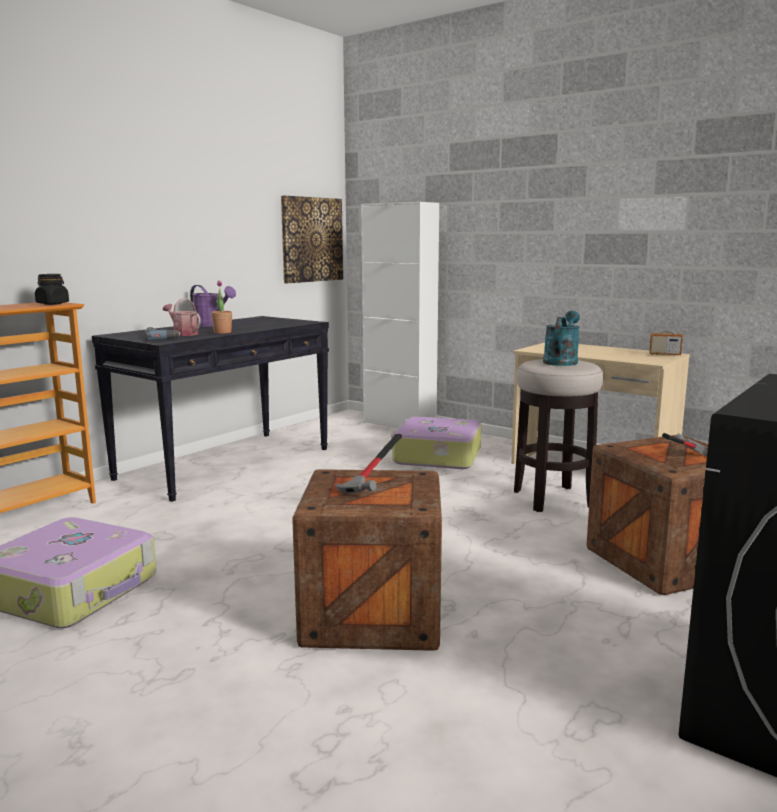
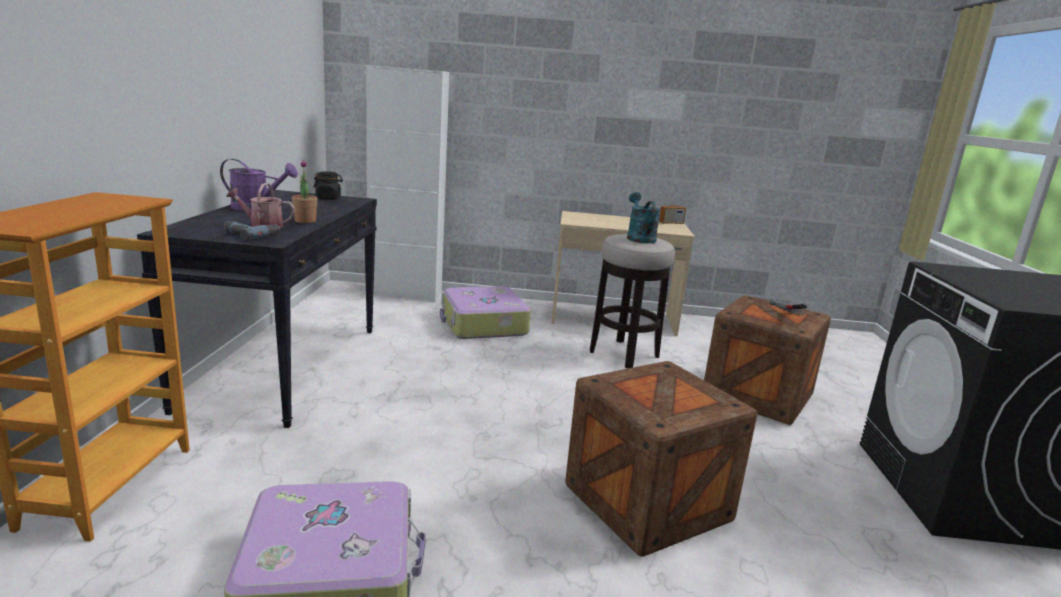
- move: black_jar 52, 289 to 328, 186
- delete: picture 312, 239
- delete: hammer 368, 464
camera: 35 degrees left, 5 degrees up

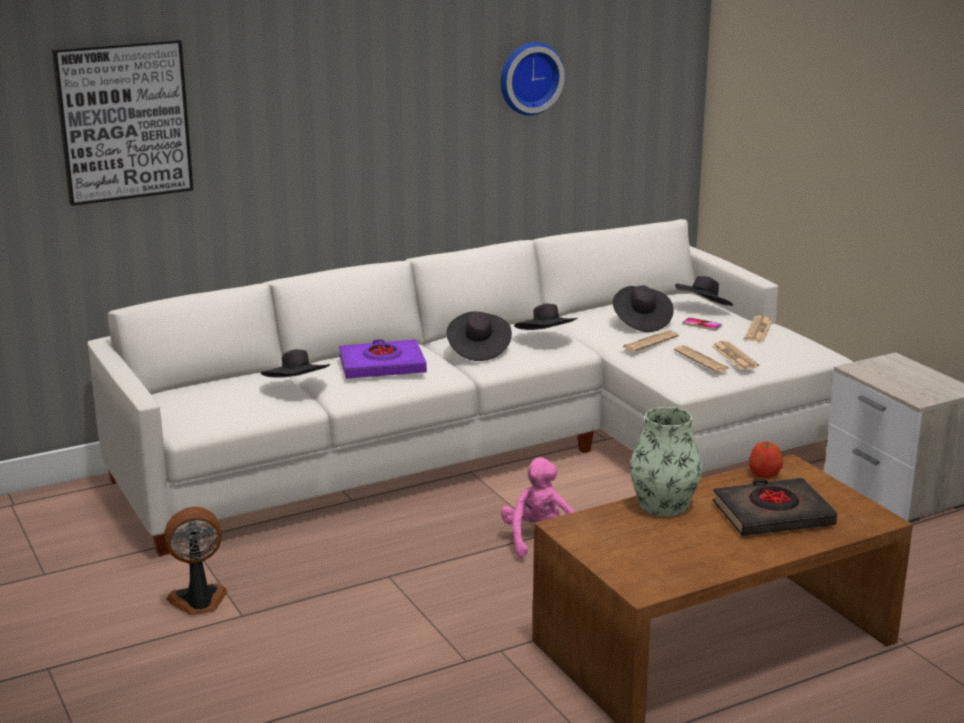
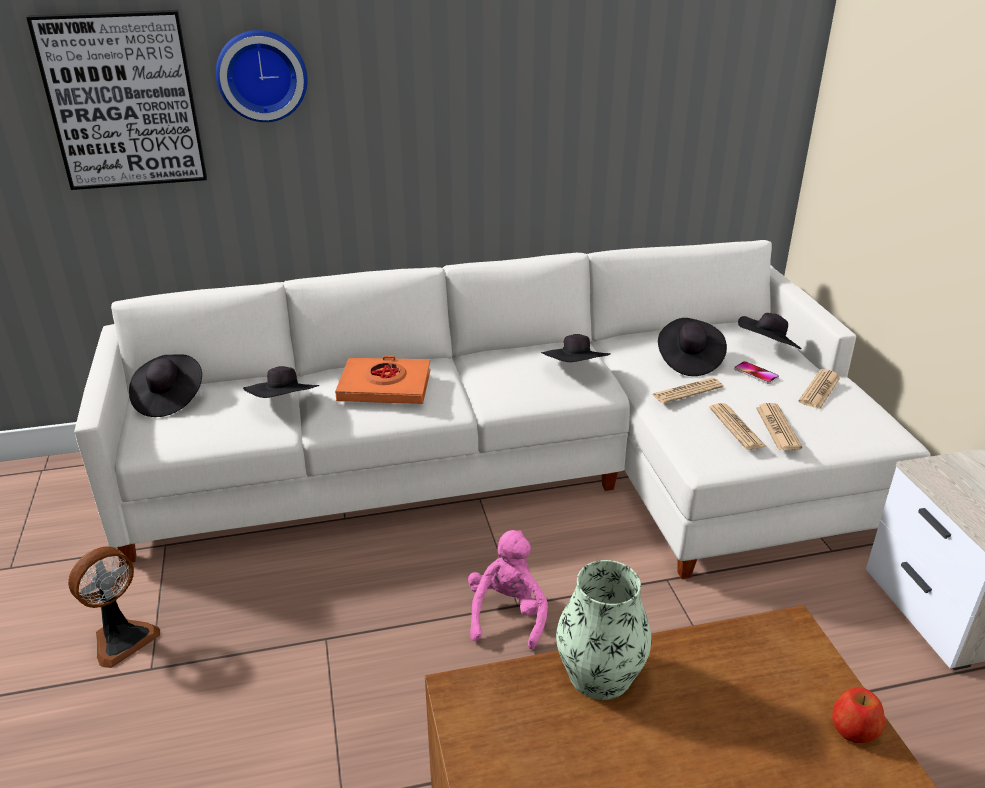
- rotate: fan 196, 561 = 114, 607 135 degrees clockwise
- recolor: purple_book 383, 358 to orange_book 383, 379
- move: black_hat 479, 336 to 165, 385
- move: wall_clock 533, 79 to 262, 76
- delete: black_book 775, 507
- move: apple 766, 460 to 858, 715
camera: 15 degrees right, 10 degrees up

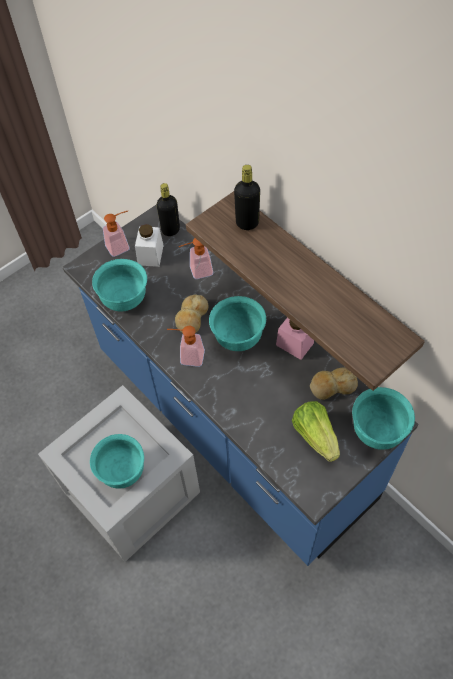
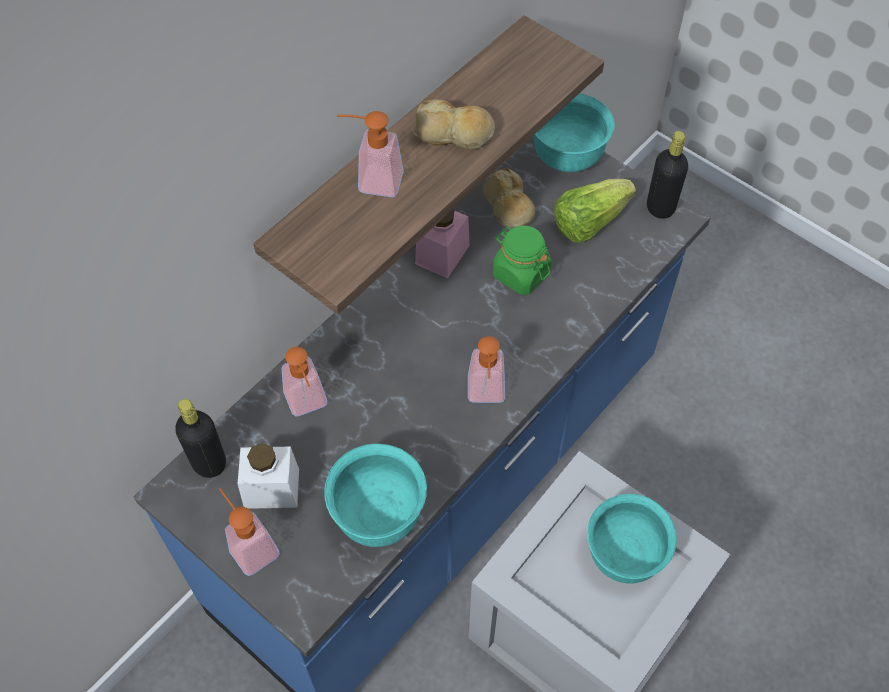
- move: bread 191, 314 to 454, 124
- delete: turquoise_bowl 237, 323
- move: black_bottle 247, 197 to 667, 175
- insert: soap_dispenser 370, 154
- insert: green_jar 522, 260
camera: 100 degrees left, 0 degrees up

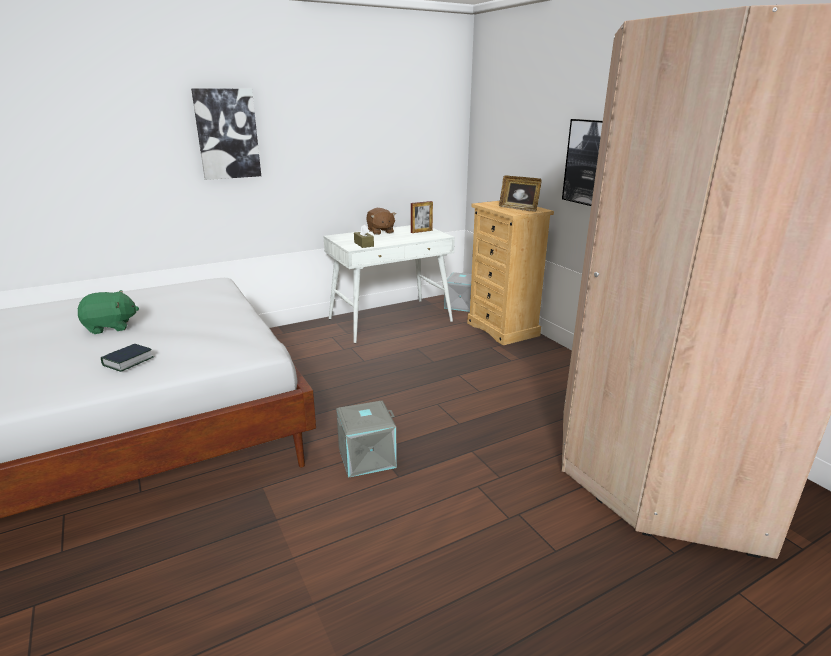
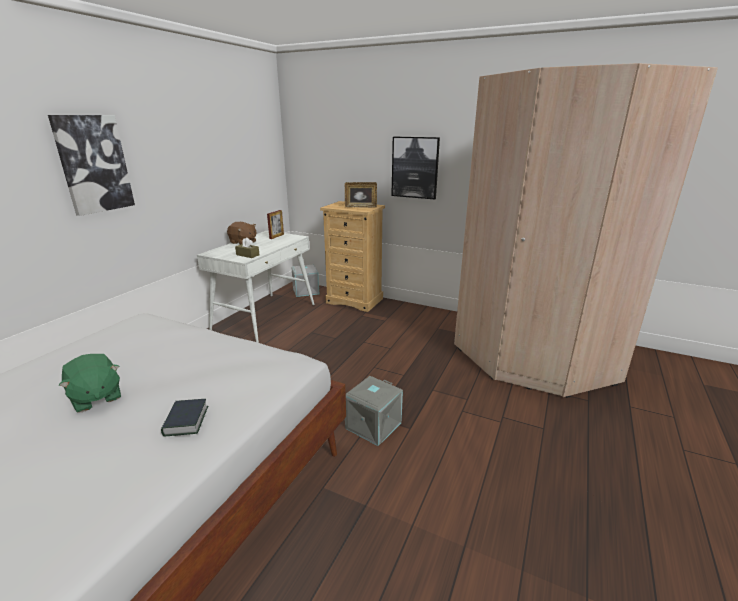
- rotate: green_plush_toy 108, 312 = 90, 383 105 degrees clockwise
camera: 35 degrees left, 0 degrees up

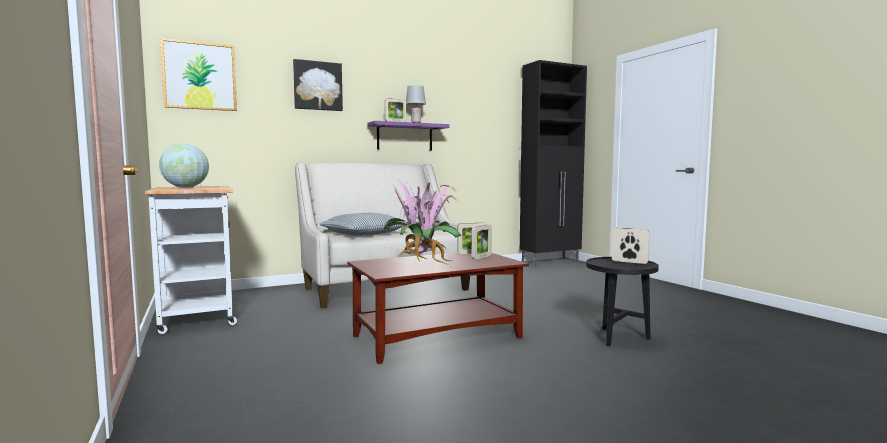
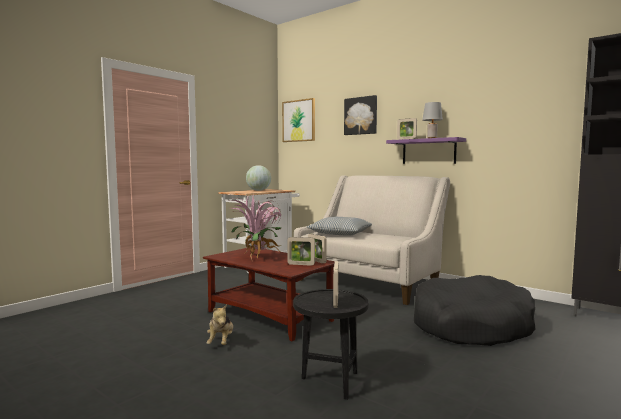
- insert: plush_toy 220, 324
- insert: black_dog_bed 475, 310
camera: 65 degrees right, 0 degrees up

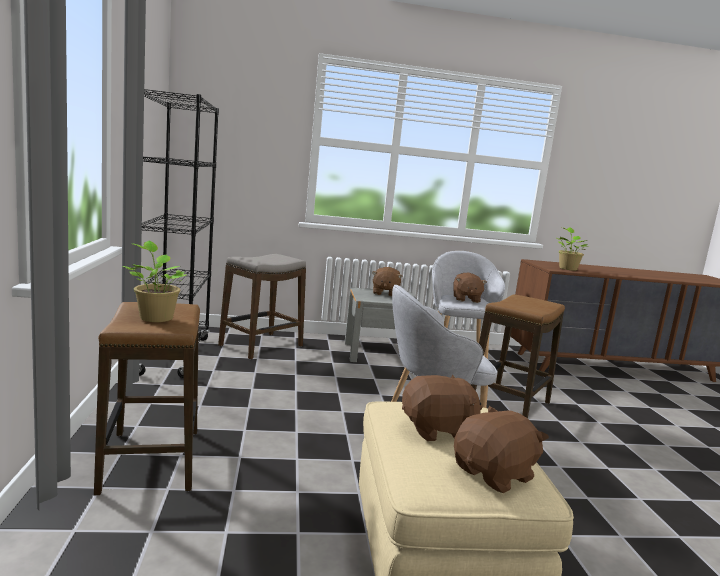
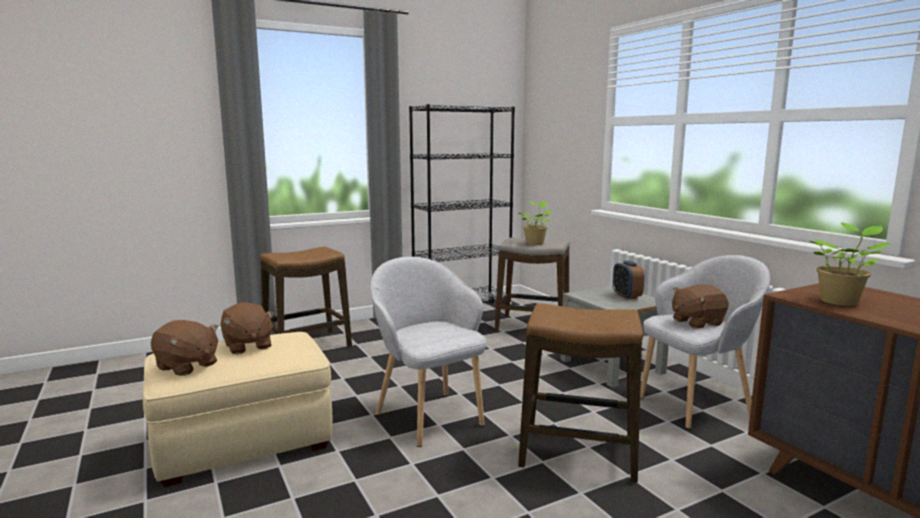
- move: potted_plant 154, 281 to 535, 223
- replace: brown_plush_toy 387, 282 to alarm_clock 628, 280
camera: 70 degrees right, 0 degrees up

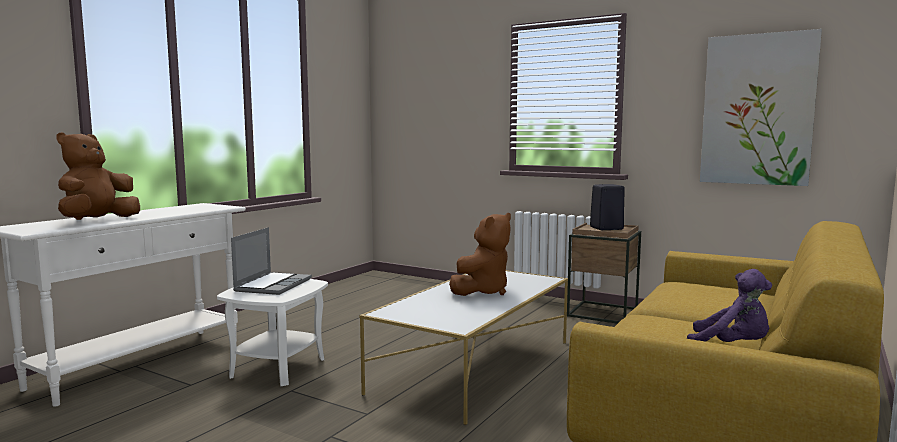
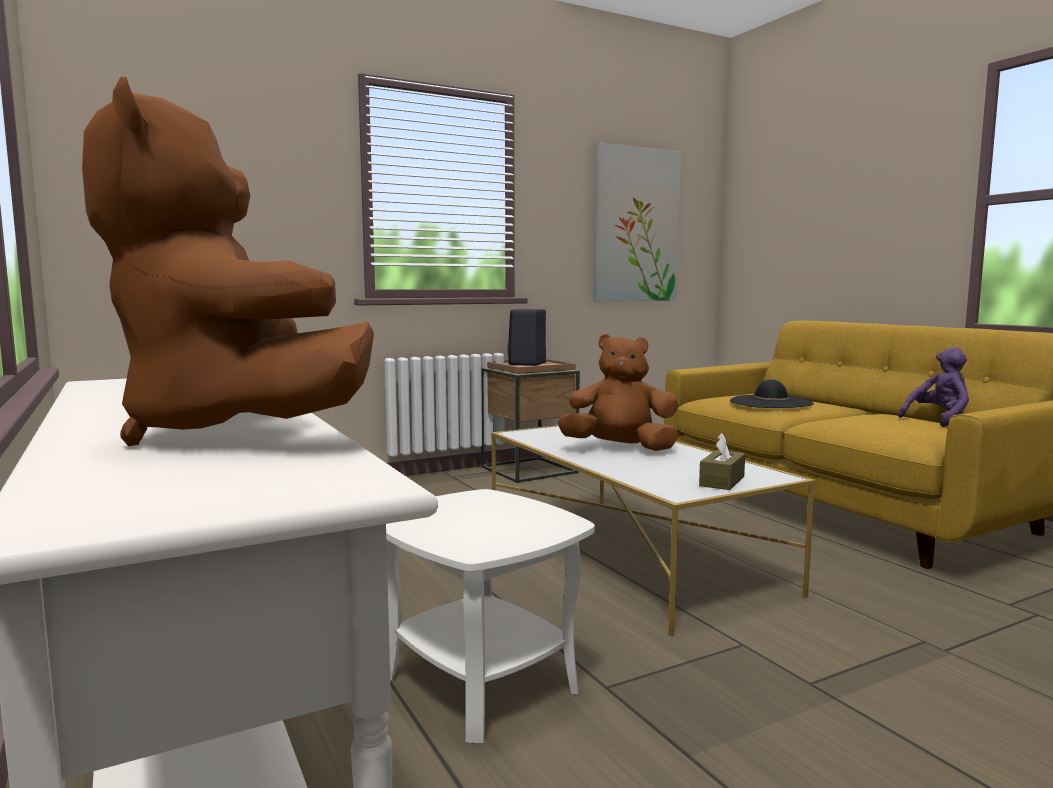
- delete: laptop 271, 261
- rotate: brown_plush_toy 480, 254 = 617, 392 60 degrees counterclockwise
- insert: brown_tissue_box 722, 461
- insert: black_hat 772, 393
camera: 60 degrees left, 0 degrees up

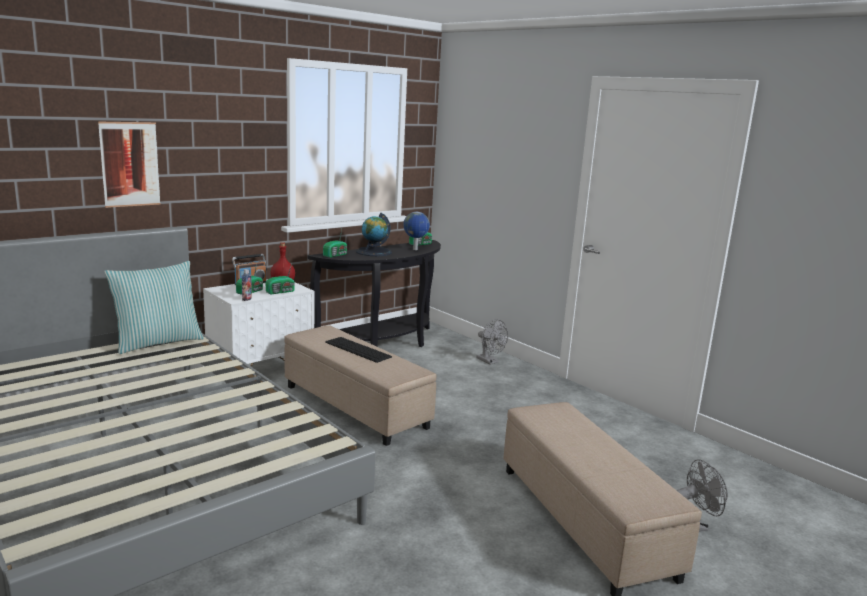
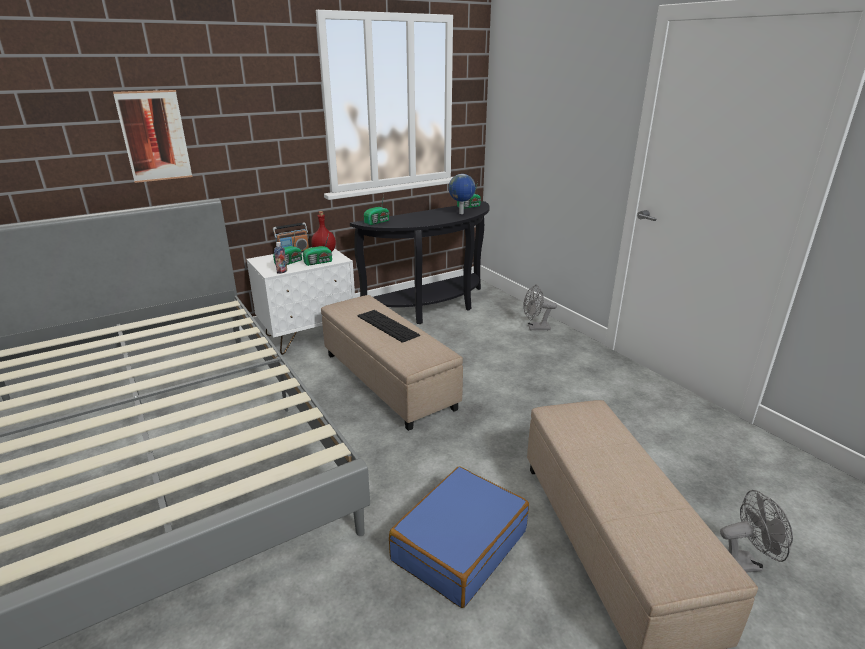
- delete: pillow 154, 307
- delete: globe 374, 234
- rotate: grey_fan 492, 342 = 540, 307 120 degrees clockwise
- insert: blue_suitcase 459, 537
camera: 10 degrees right, 10 degrees up

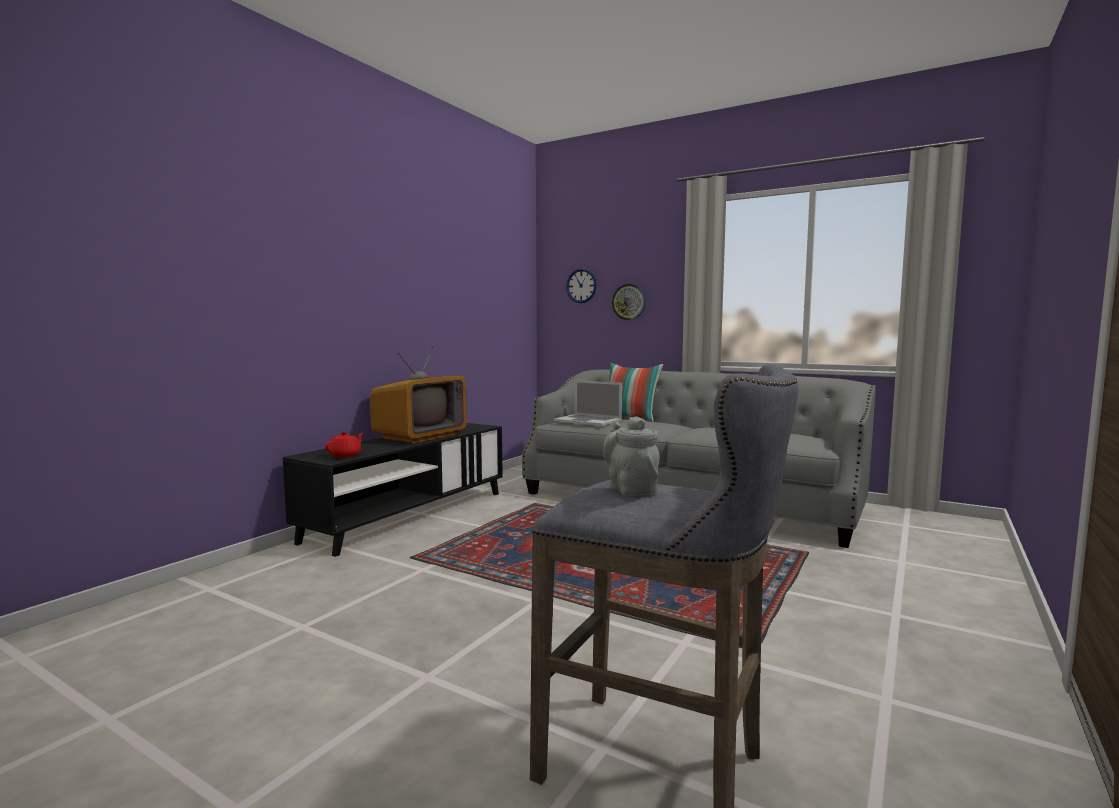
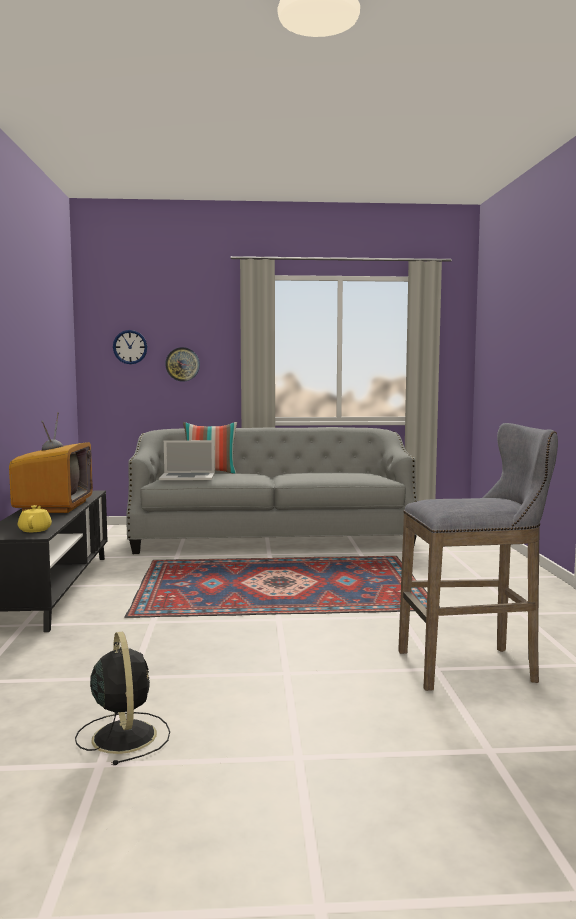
- recolor: red_teapot 344, 445 to yellow_teapot 35, 518
- delete: grey_teapot 631, 456
- insert: black_fan 122, 698
camera: 35 degrees left, 0 degrees up

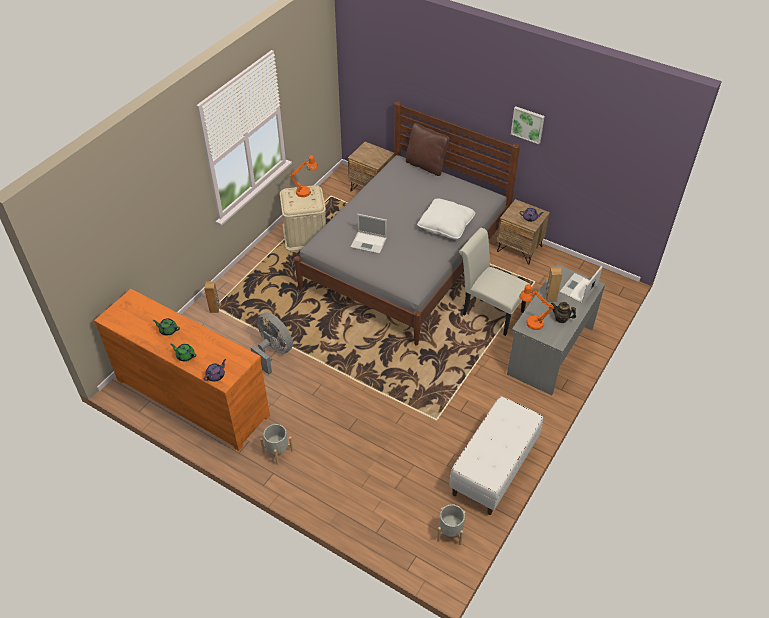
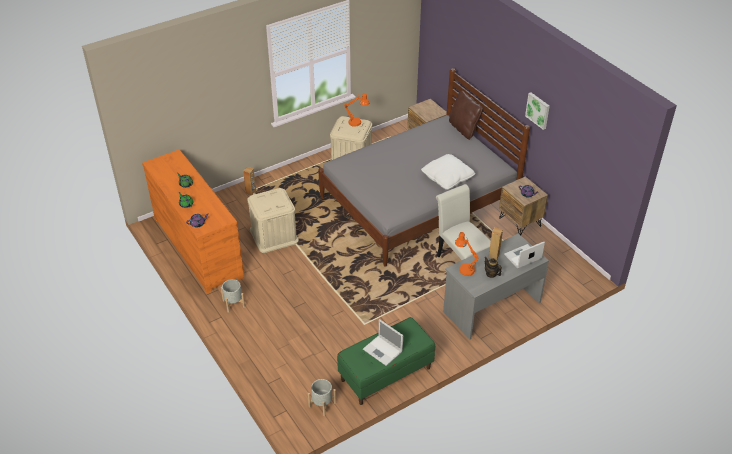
- replace: grey_fan 271, 343 to beige_storage_box 273, 220
- move: laptop 368, 234 to 383, 342
- recolor: white_bench 496, 455 to green_bench 386, 361
camera: 25 degrees right, 5 degrees down

